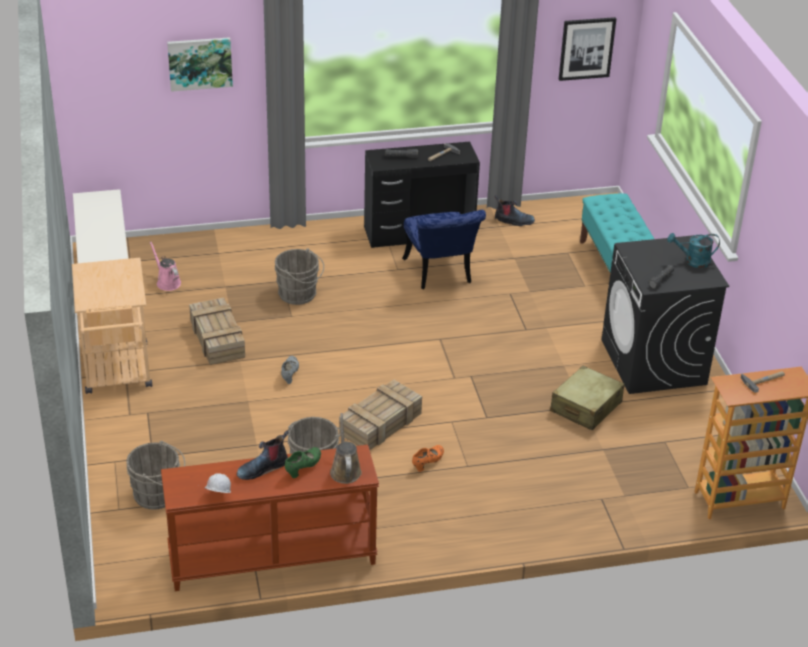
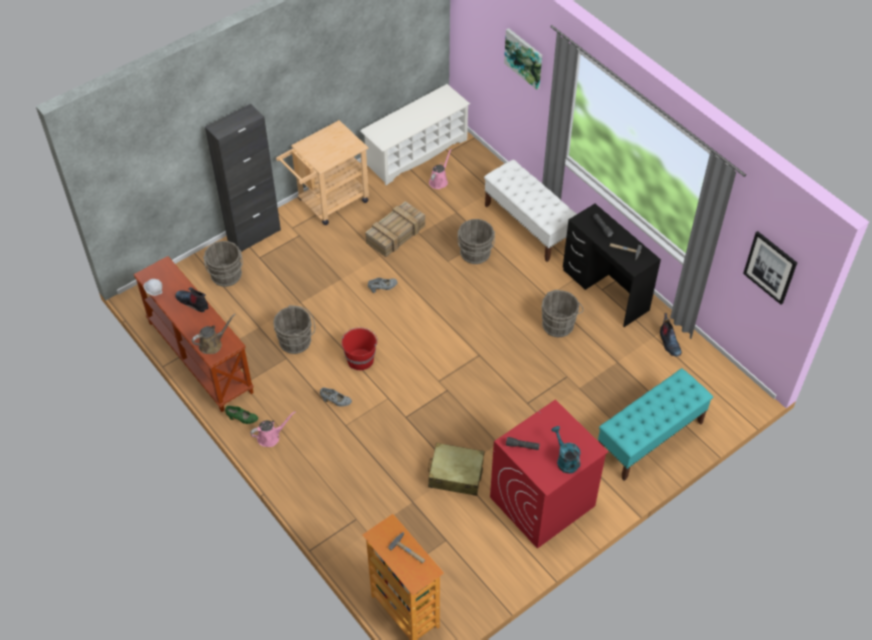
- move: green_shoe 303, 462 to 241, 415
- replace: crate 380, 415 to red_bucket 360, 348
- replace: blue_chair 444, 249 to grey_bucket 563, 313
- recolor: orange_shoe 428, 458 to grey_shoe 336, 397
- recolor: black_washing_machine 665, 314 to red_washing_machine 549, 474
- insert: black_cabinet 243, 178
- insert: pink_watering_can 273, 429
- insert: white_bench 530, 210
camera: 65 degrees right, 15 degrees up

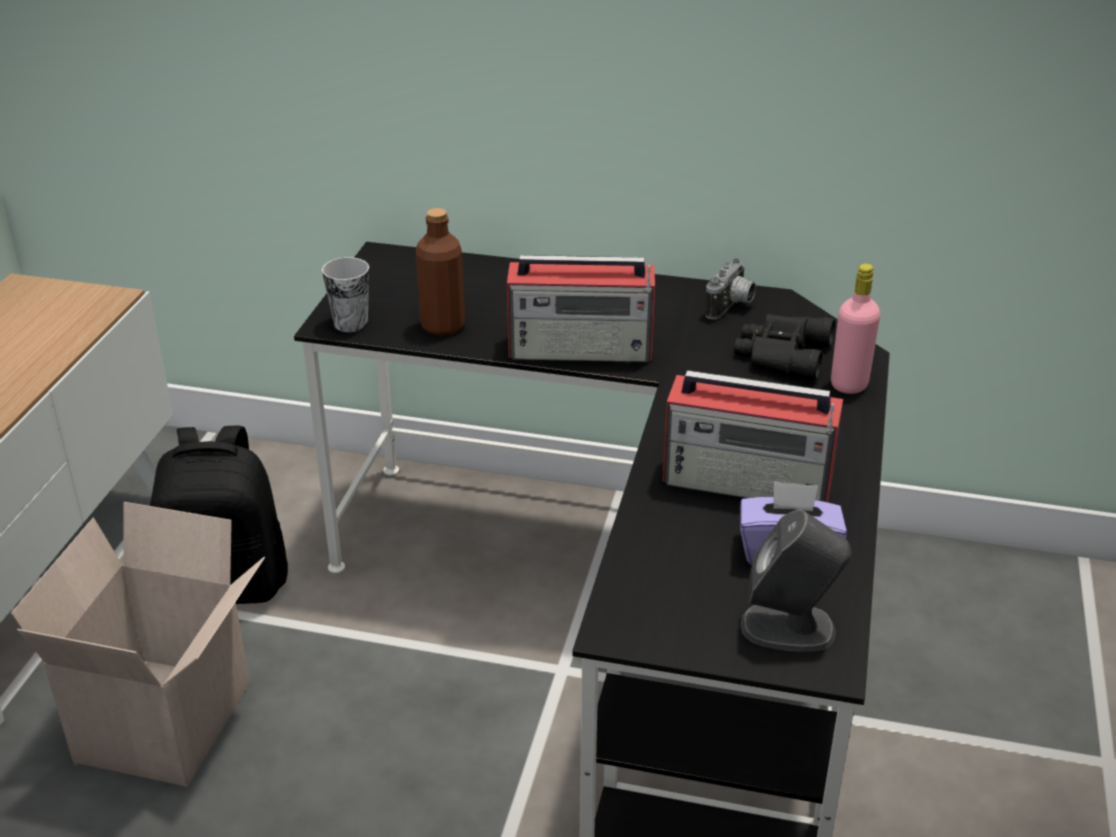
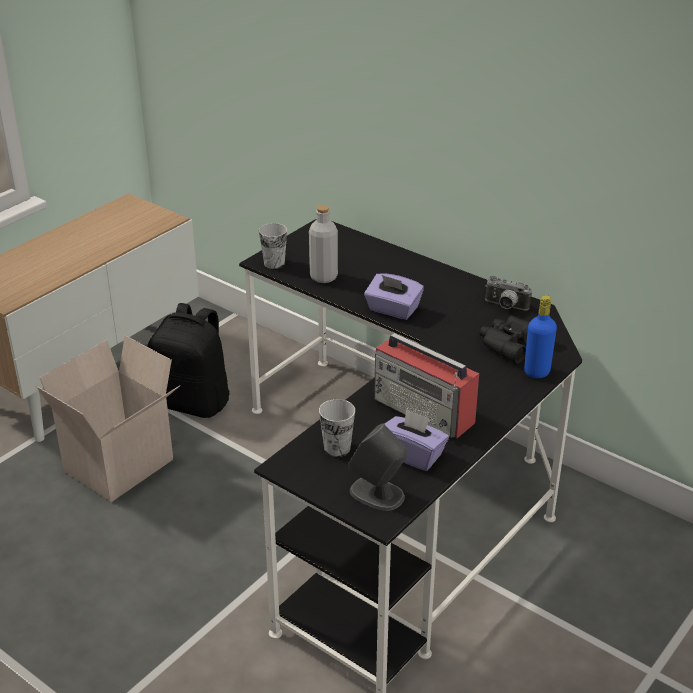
- recolor: brown_bottle 440, 272 to grey_bottle 323, 244
- replace: radio 581, 309 to purple_tissue_box 394, 296
- rotate: photo_camera 730, 288 = 508, 293 60 degrees clockwise
- recolor: pink_bottle 855, 328 to blue_bottle 540, 336
- insert: cup 337, 428
camera: 25 degrees right, 0 degrees up

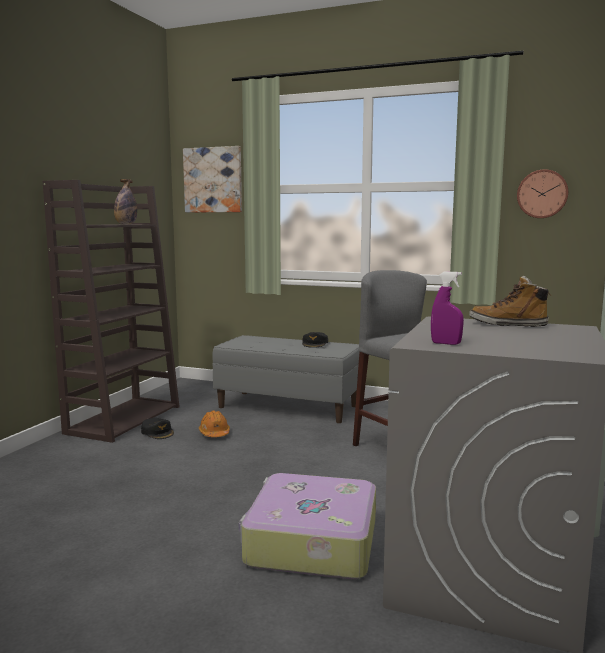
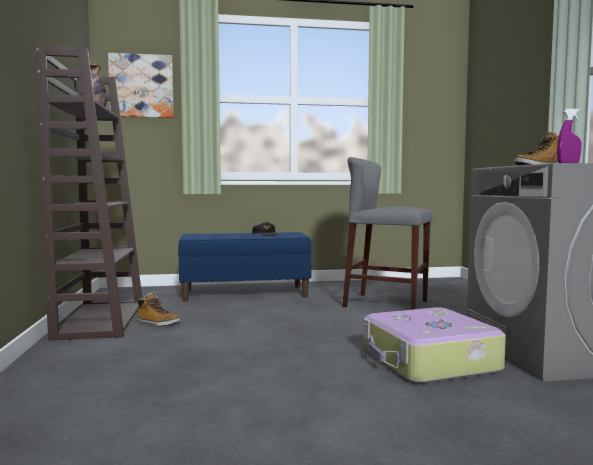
- replace: black_cap 157, 428 to boot 158, 309
- delete: orange_hard_hat 214, 423
- recolor: grey_bench 285, 379 to blue_bench 245, 267
- delete: wall_clock 542, 193
camera: 30 degrees left, 5 degrees down

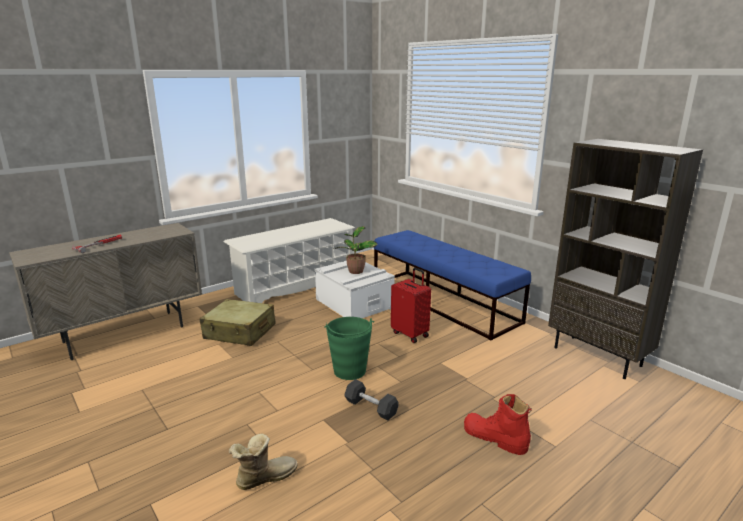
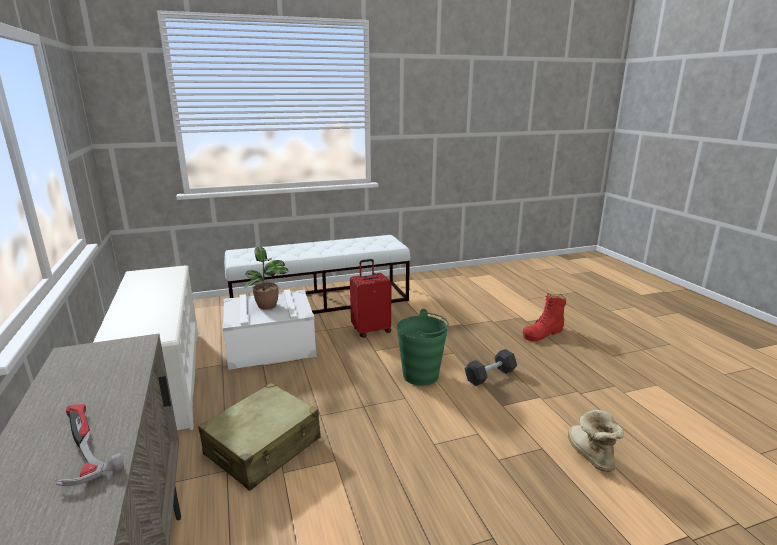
- recolor: blue_bench 452, 285 to white_bench 317, 274
- delete: brown_bookcase 625, 259
camera: 70 degrees left, 0 degrees up

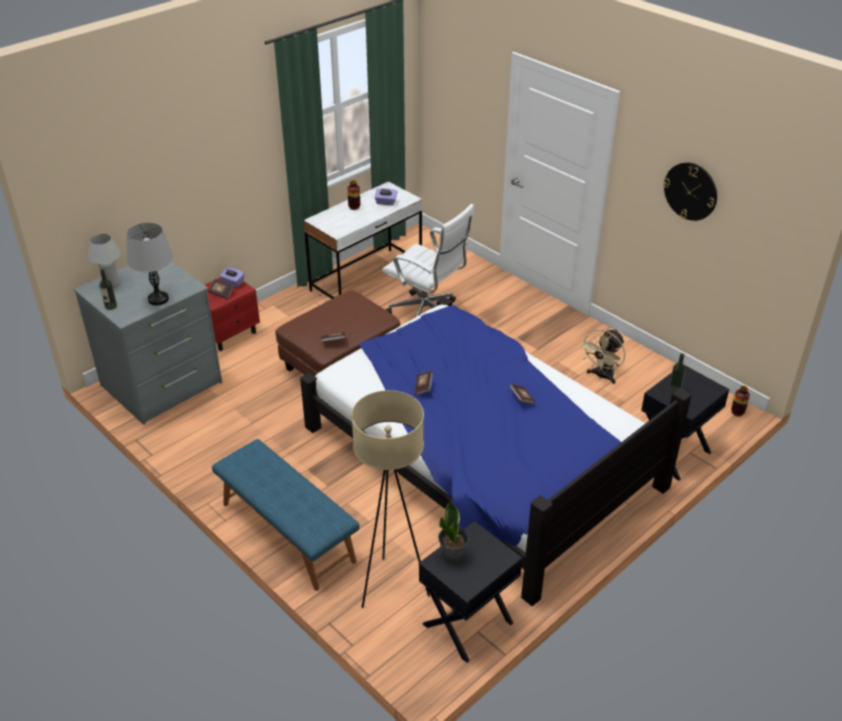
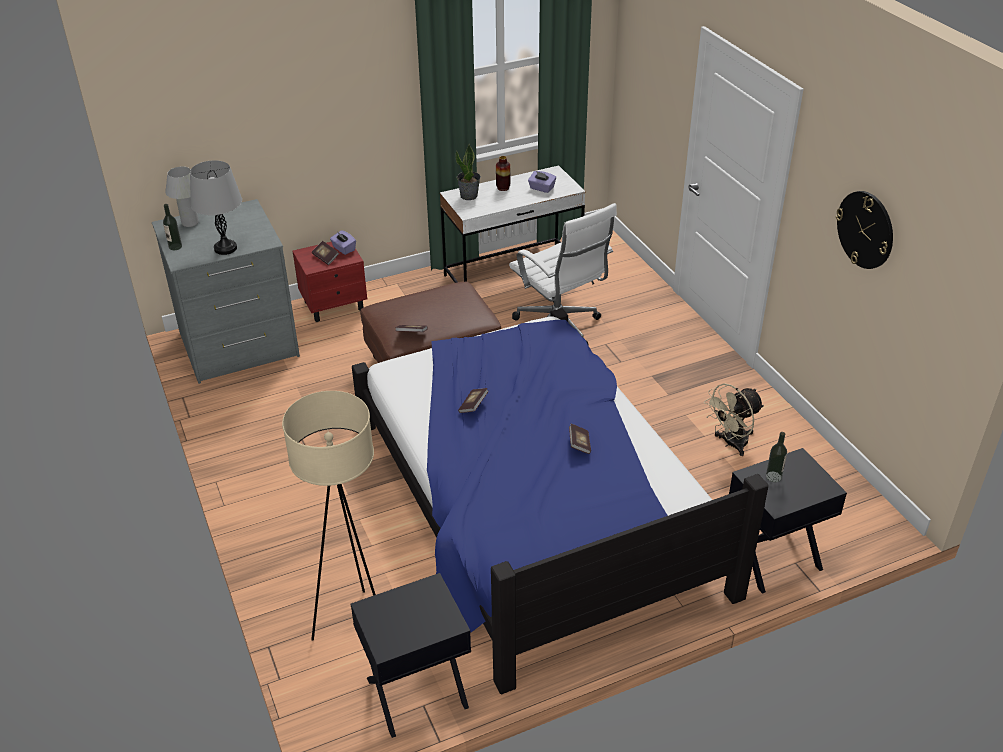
- delete: blue_bench 285, 515
- move: potted_plant 453, 532 to 468, 172
- delete: vase 740, 401
camera: 20 degrees right, 0 degrees up

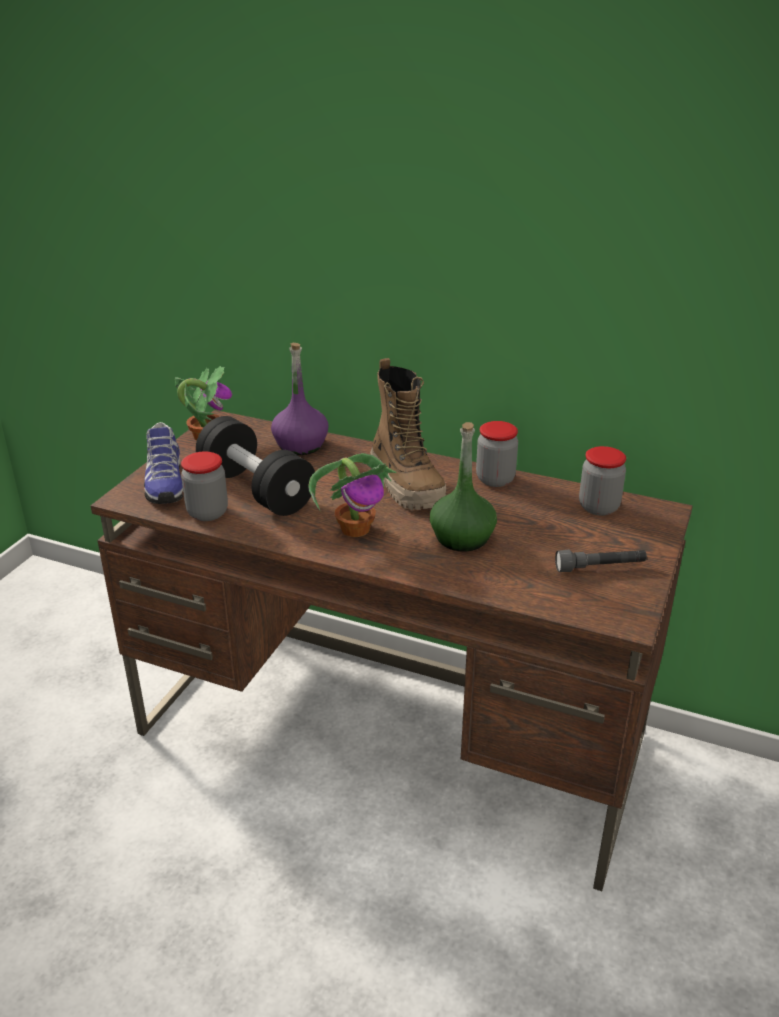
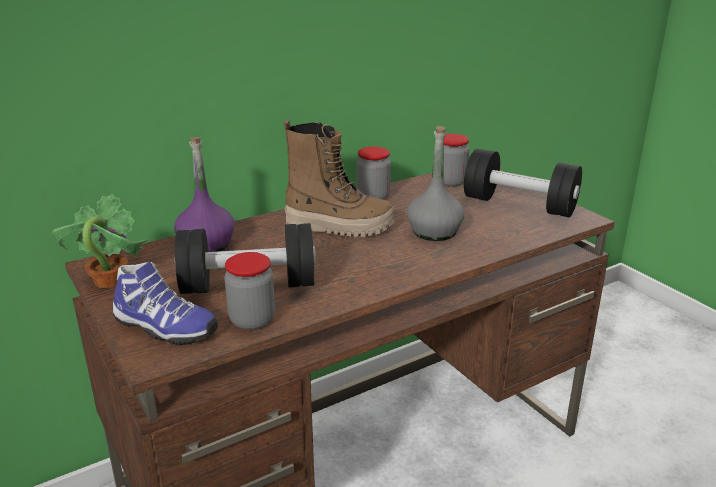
- delete: potted_plant 353, 495
- recolor: green_bottle 463, 487 to grey_bottle 435, 183
- replace: grey_flashlight 601, 560 to black_dumbbell 523, 183
camera: 55 degrees left, 5 degrees down

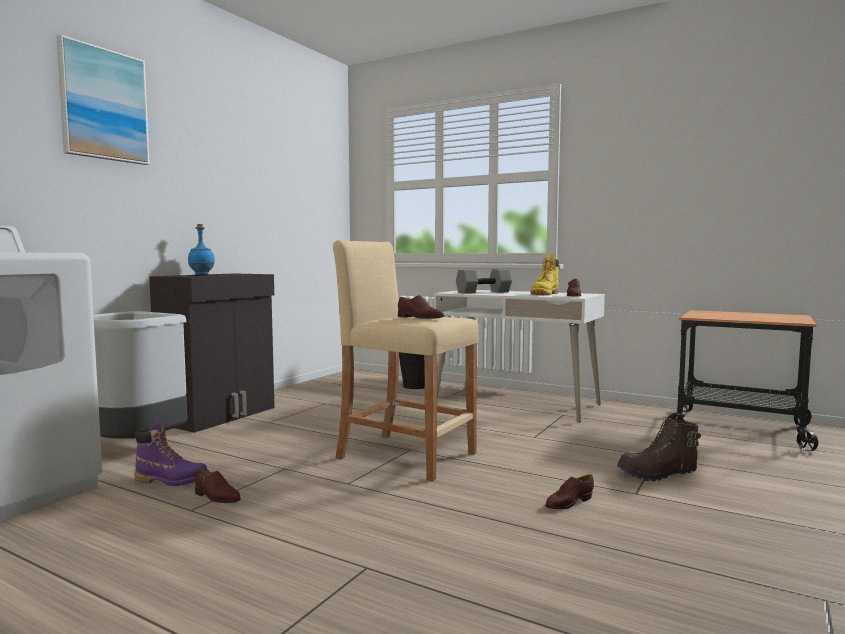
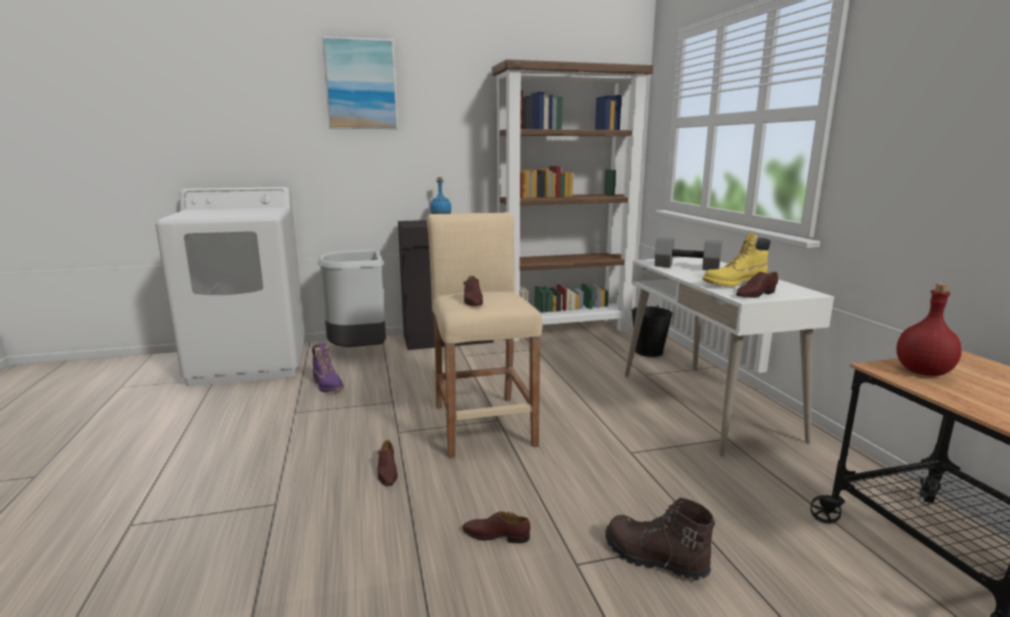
- move: brown_shoe 218, 486 to 387, 463
- insert: brown_bookcase 572, 200
- insert: red_bottle 929, 329
camera: 45 degrees right, 10 degrees up

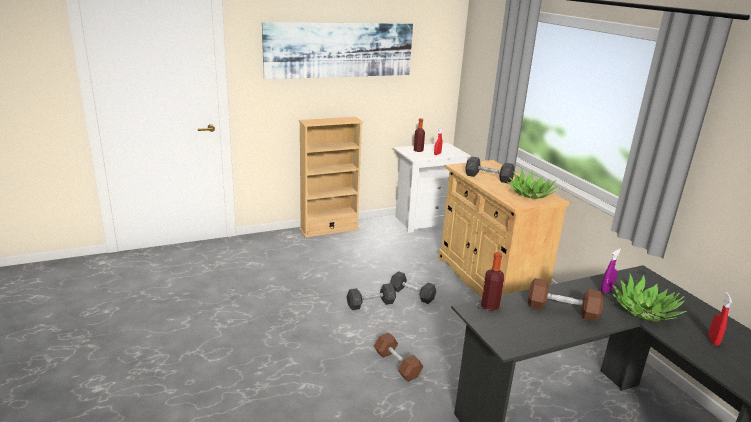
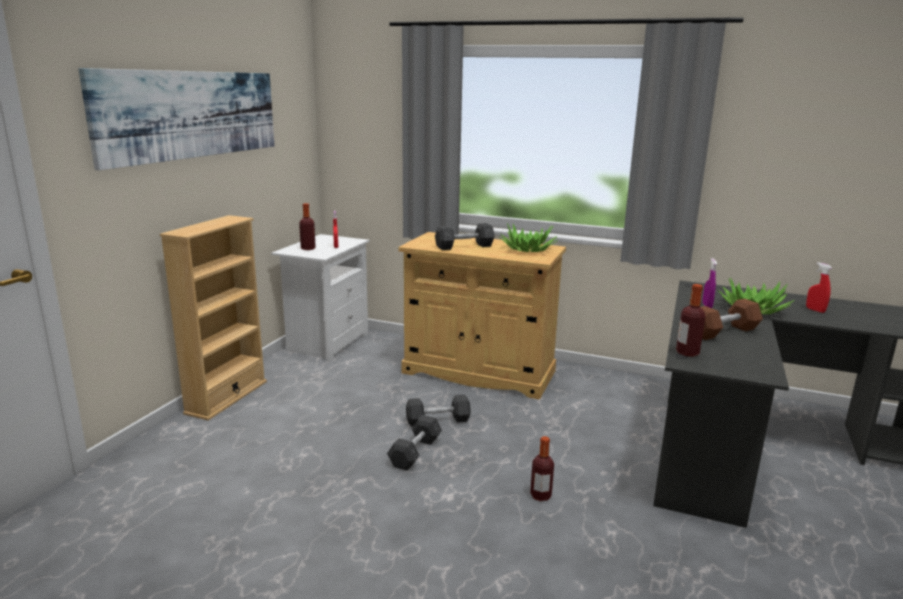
- replace: brown_dumbbell 398, 357 to bottle 542, 468
camera: 45 degrees left, 5 degrees down

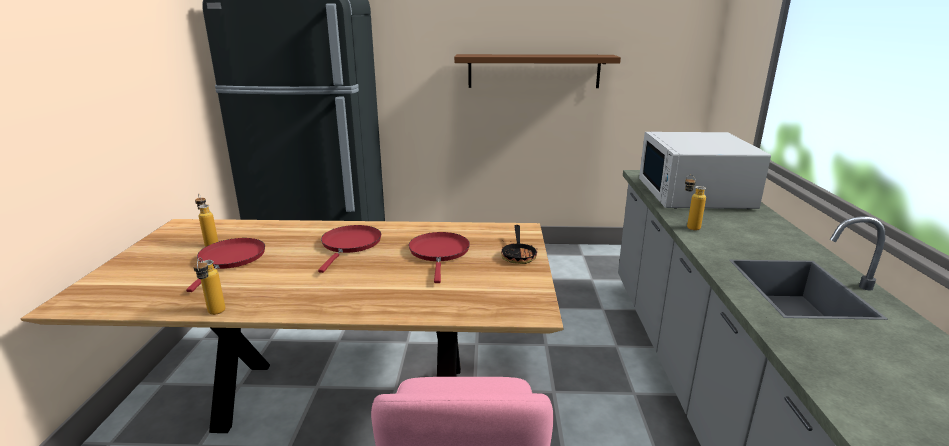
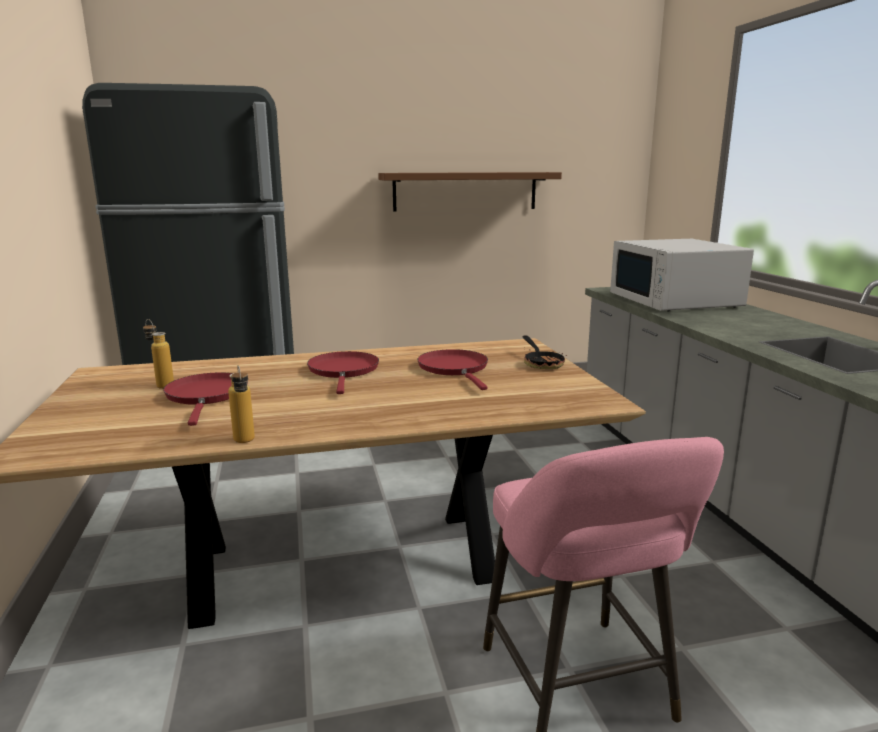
- delete: bottle 695, 202
camera: 15 degrees left, 5 degrees down

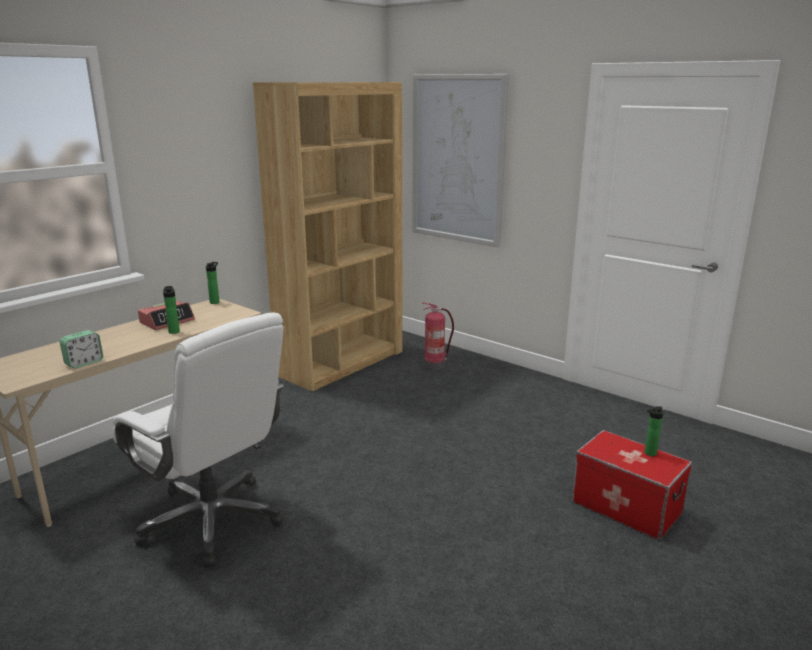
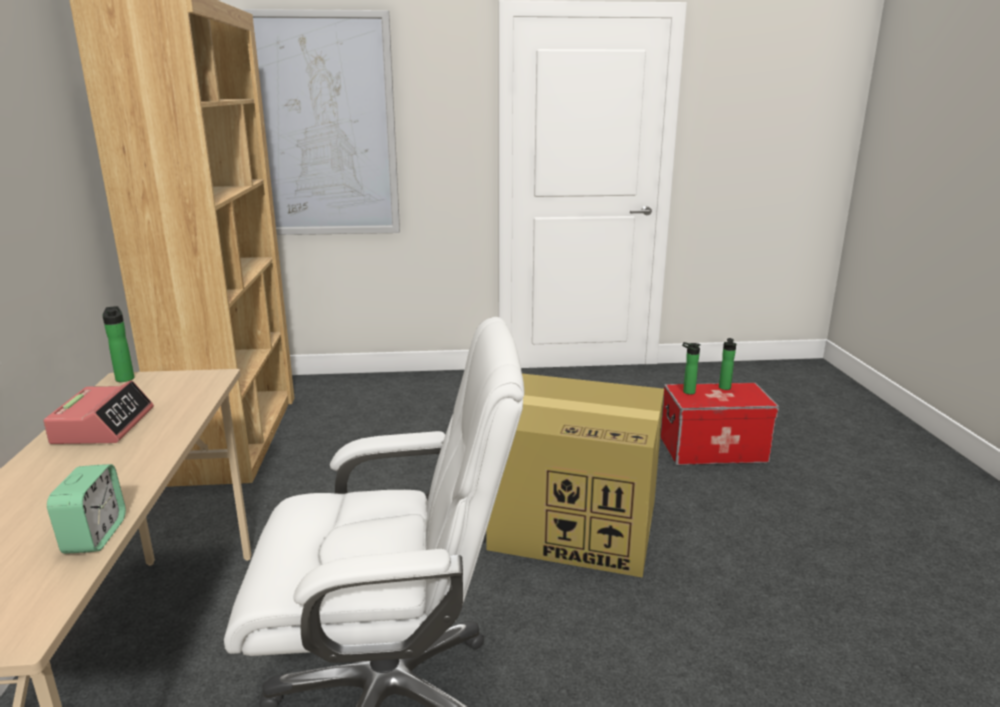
- move: bottle 171, 310 to 691, 368
- delete: fire_extinguisher 438, 336
- insert: cardboard_box 575, 475
camera: 45 degrees left, 0 degrees up

